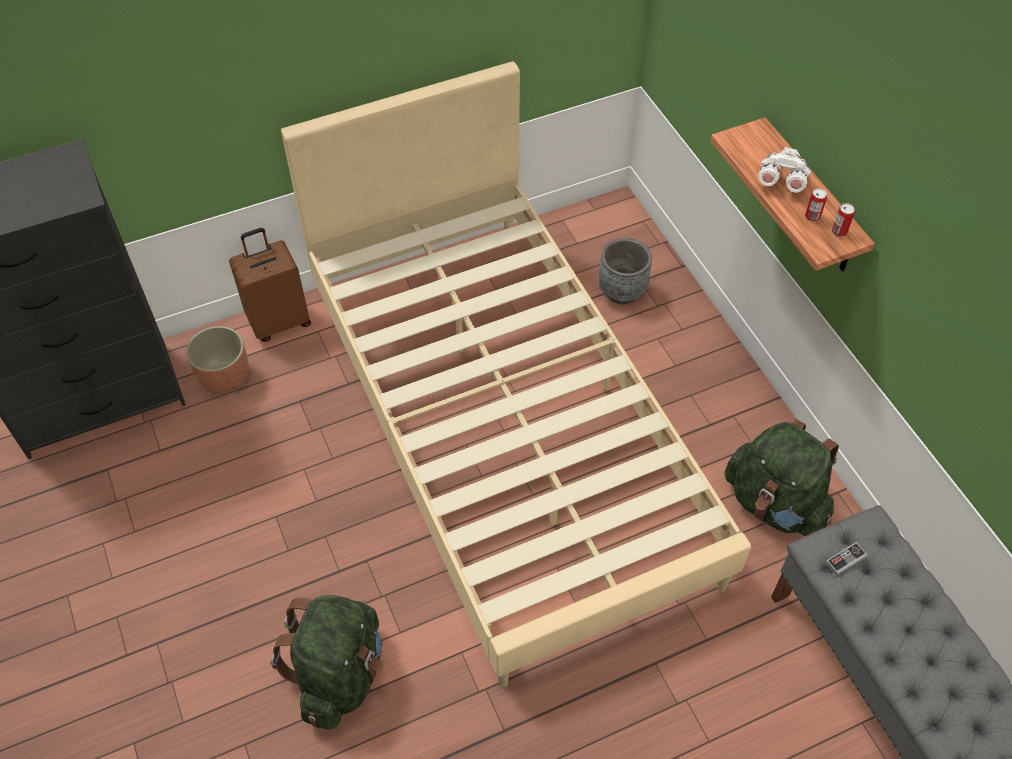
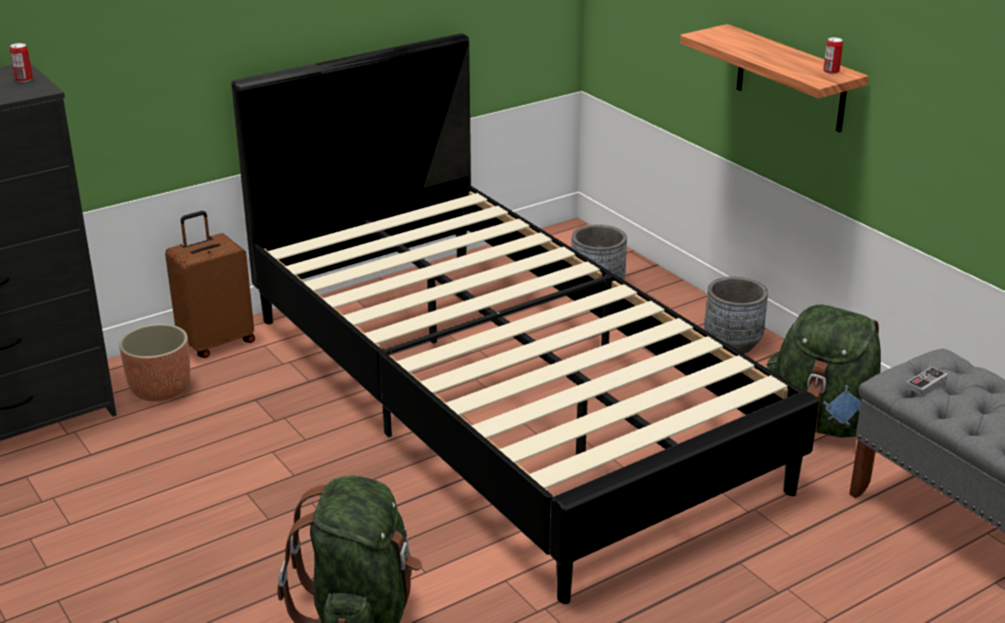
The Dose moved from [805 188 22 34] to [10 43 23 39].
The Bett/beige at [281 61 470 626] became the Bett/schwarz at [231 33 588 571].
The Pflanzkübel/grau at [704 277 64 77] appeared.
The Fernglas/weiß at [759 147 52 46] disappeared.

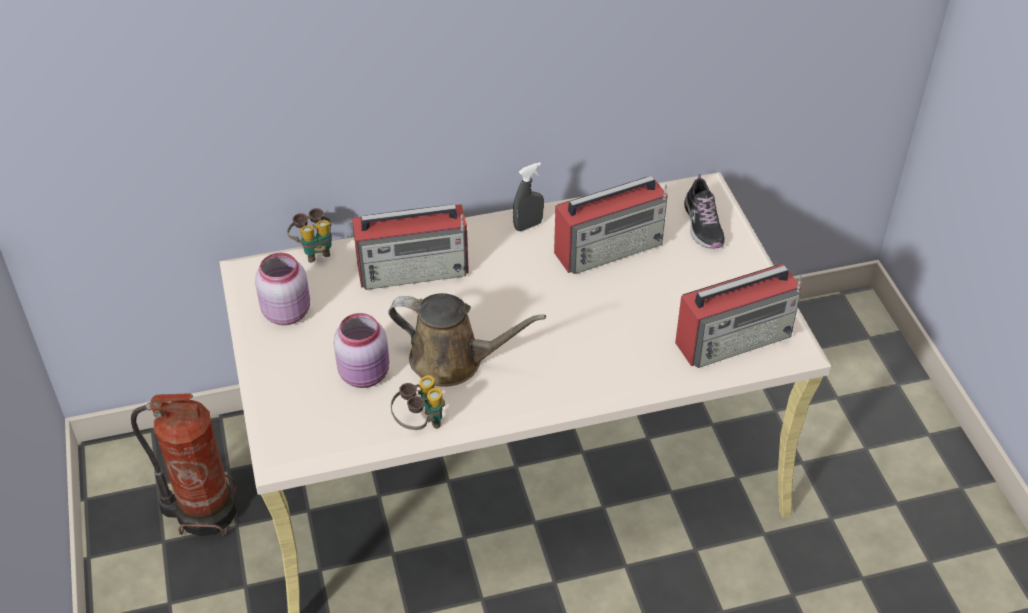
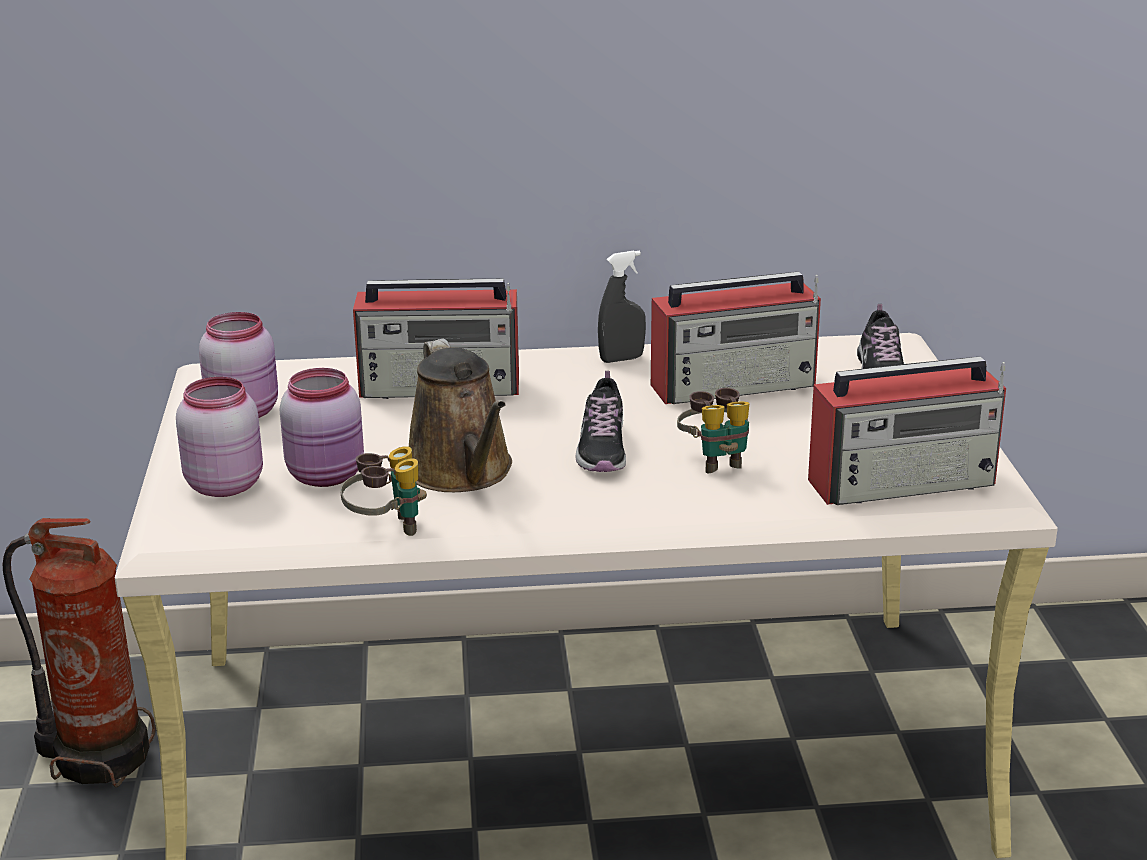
The Vorratsglas/rosa at [176 377 87 120] appeared.
The Gießkanne/braun at [388 293 158 94] turned 45 degrees clockwise.
The Schuh at [576 371 50 101] appeared.
The Fernglas moved from [287 208 45 55] to [677 388 73 85].

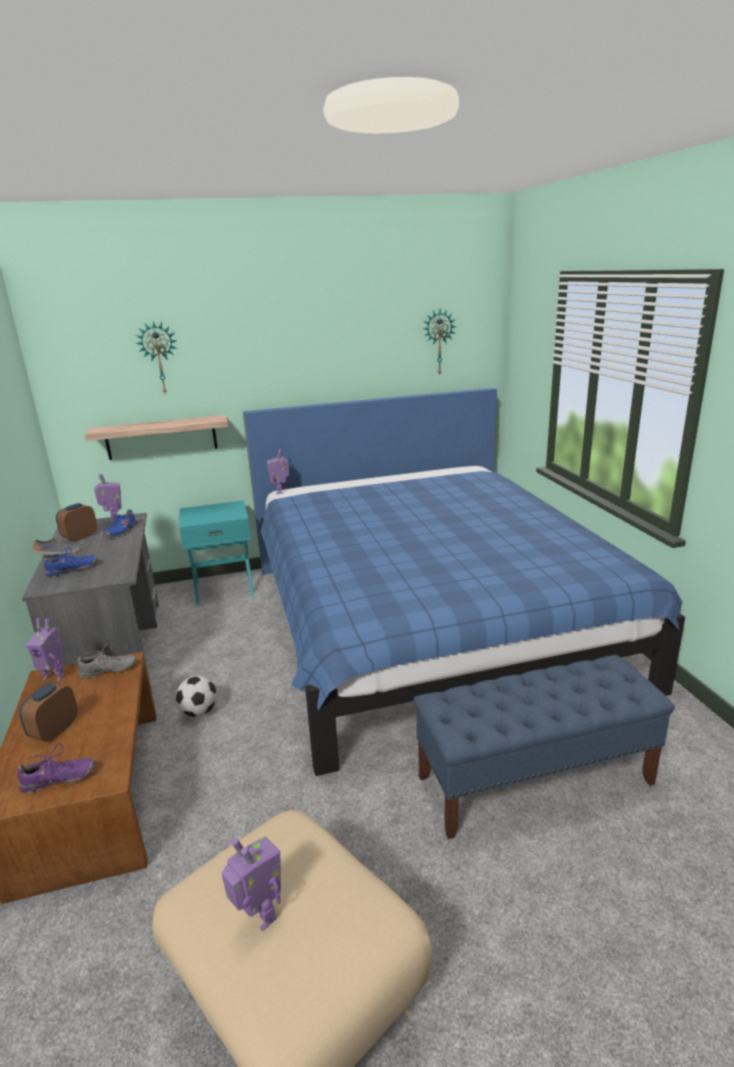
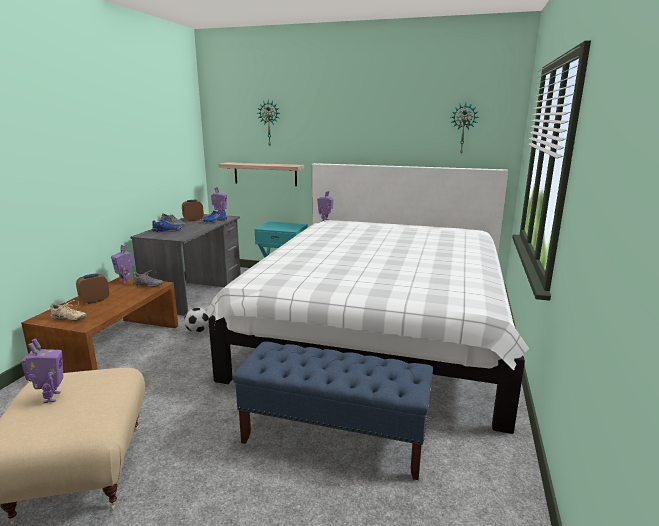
The Schuh/lila at [18 743 77 50] became the Schuh/beige at [50 300 37 22].
The Bett/blau at [243 388 442 388] became the Bett/weiß at [206 163 323 271].

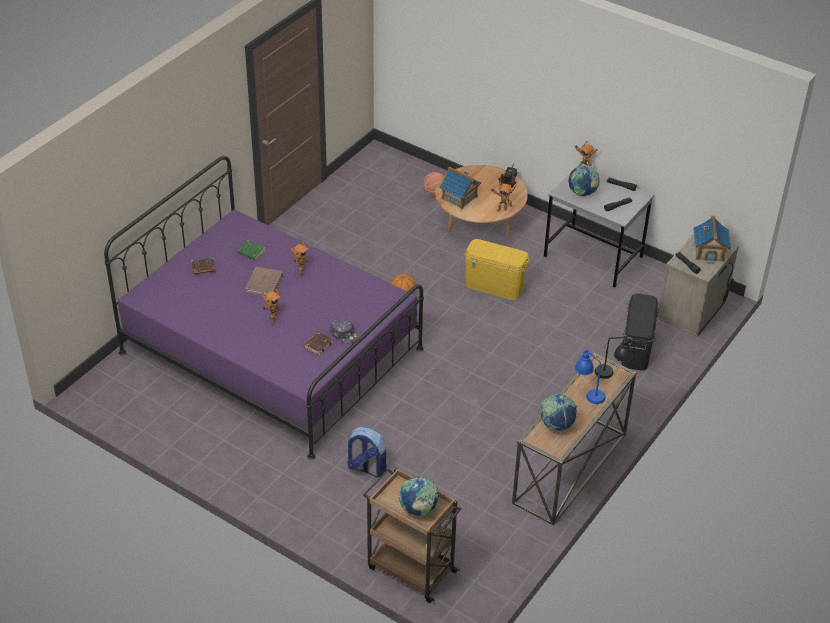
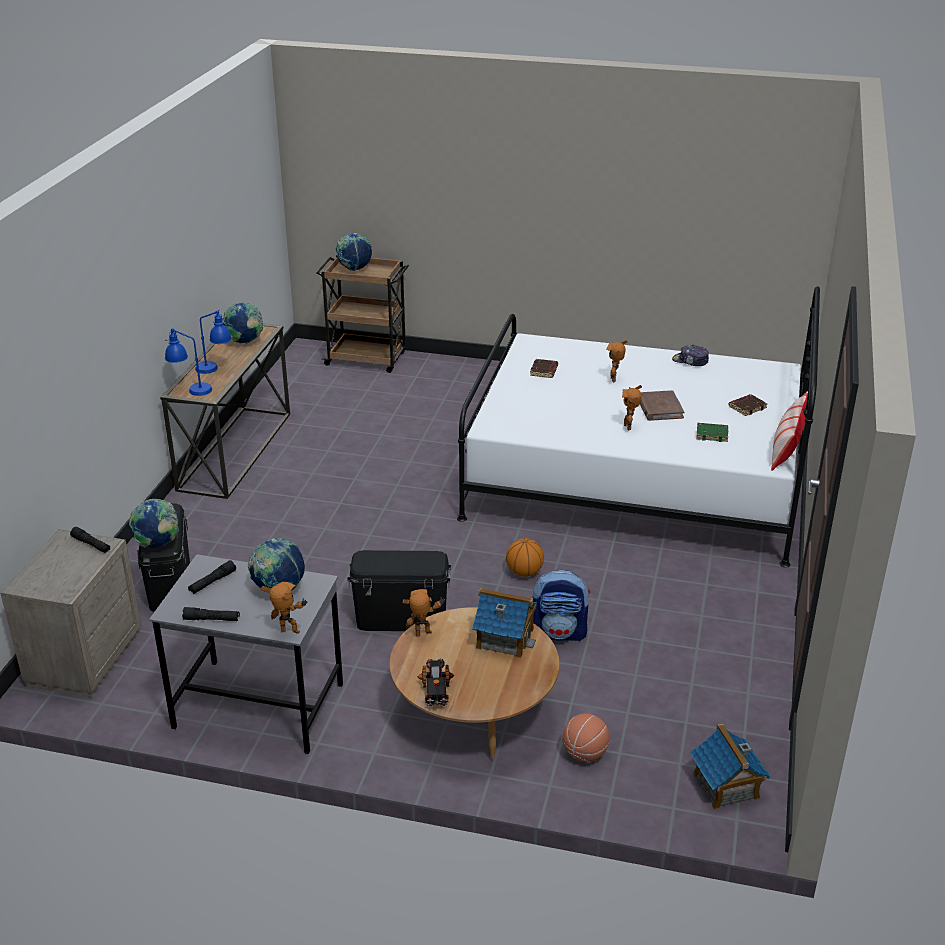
The Globus at [129 499 50 49] appeared.
The Tischlampe/schwarz at [595 335 38 44] became the Tischlampe/blau at [165 328 47 68].
The Aufbewahrungsbox/gelb at [464 239 66 61] became the Aufbewahrungsbox/schwarz at [347 550 104 81].
The Bett/lila at [104 156 320 304] became the Bett/weiß at [457 286 363 281].
The Rucksack moved from [347 427 39 51] to [533 570 57 71].
The Kappe moved from [329 318 29 25] to [672 345 37 21].
The Spielzeughaus moved from [693 216 38 48] to [690 724 81 85].
The Kissen at [771 391 37 80] appeared.

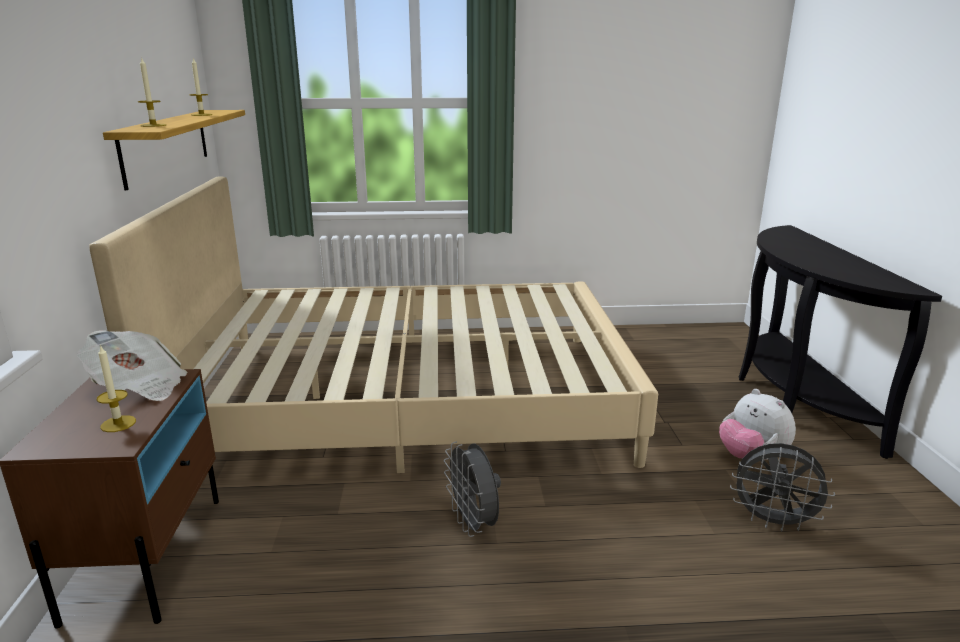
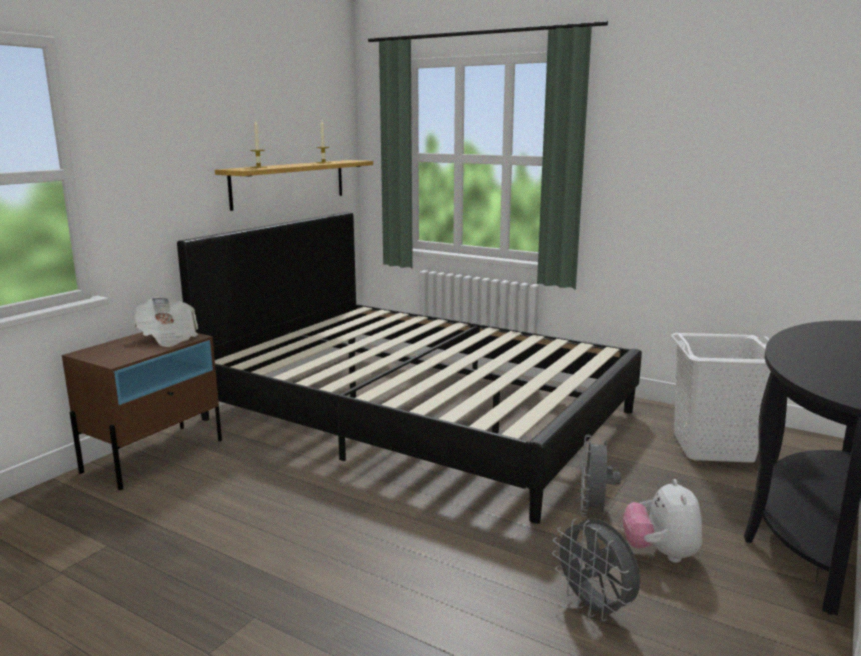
The Bett/beige at [89 176 569 297] became the Bett/schwarz at [177 212 465 312].
The Ventilator/grau moved from [444 441 57 96] to [581 435 40 82].
The Wäschekorb/weiß at [671 333 100 130] appeared.
The Kerze at [97 345 39 87] disappeared.

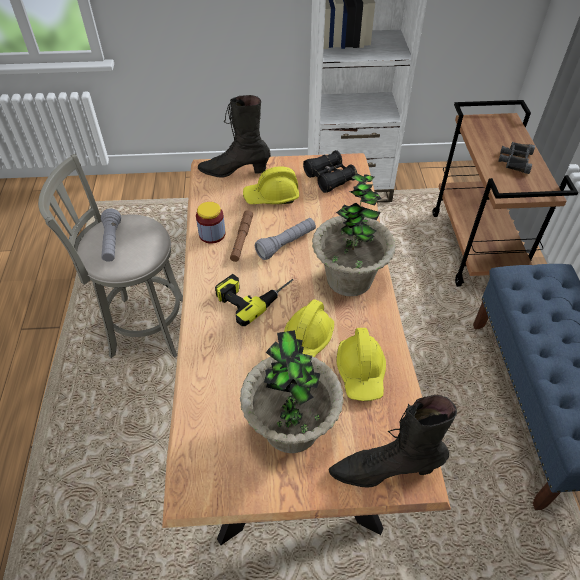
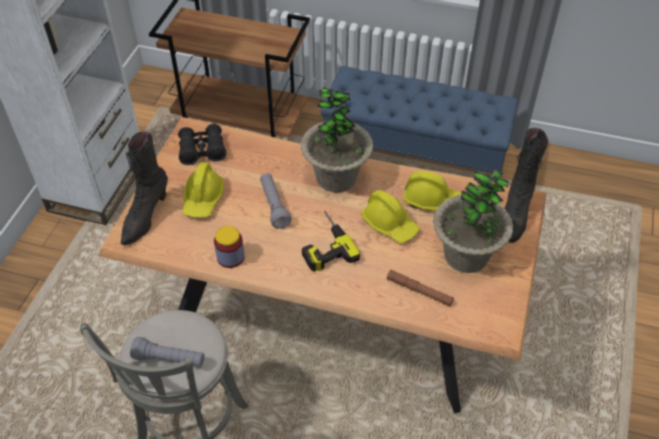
The Taschenlampe/braun moved from [230 210 23 52] to [387 270 67 37].
The Fernglas/schwarz at [498 142 37 32] disappeared.

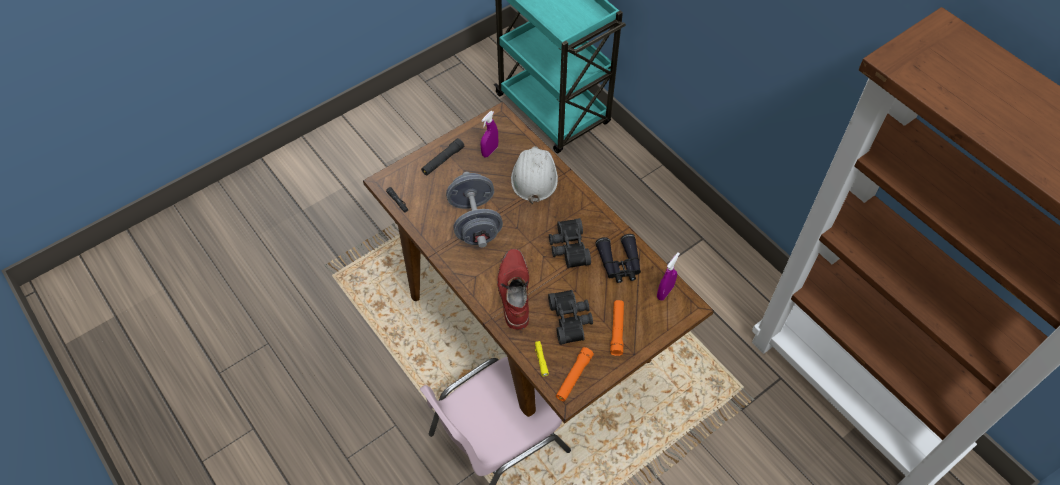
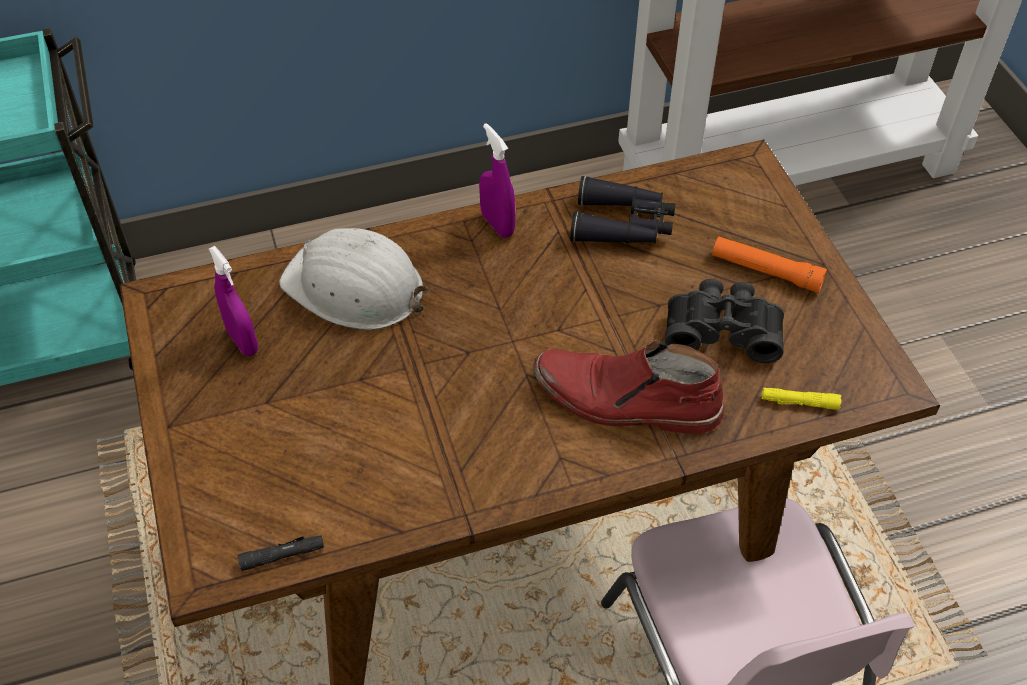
The Sprühflasche/lila moved from [657 252 23 48] to [479 123 37 115].
The Taschenlampe/schwarz at [421 138 43 37] disappeared.
The Hantel/grau at [446 172 57 76] disappeared.
The Fernglas/schwarz at [549 218 42 50] disappeared.
The Taschenlampe/orange at [556 347 38 55] disappeared.

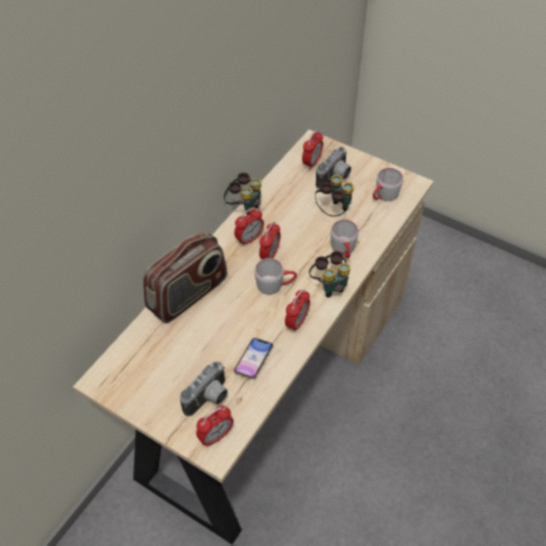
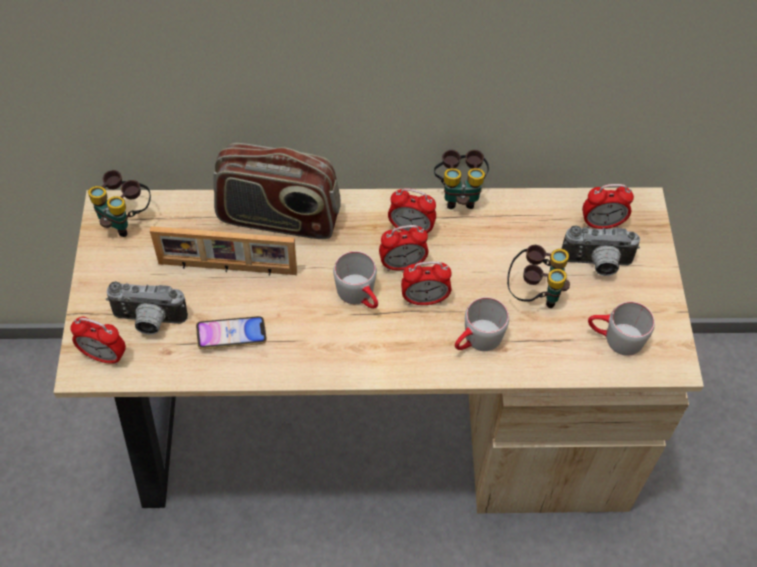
The Fernglas moved from [309 251 42 47] to [88 170 63 67].
The Bilderrahmen at [150 226 147 50] appeared.
The Wecker moved from [285 289 25 43] to [401 261 51 44].

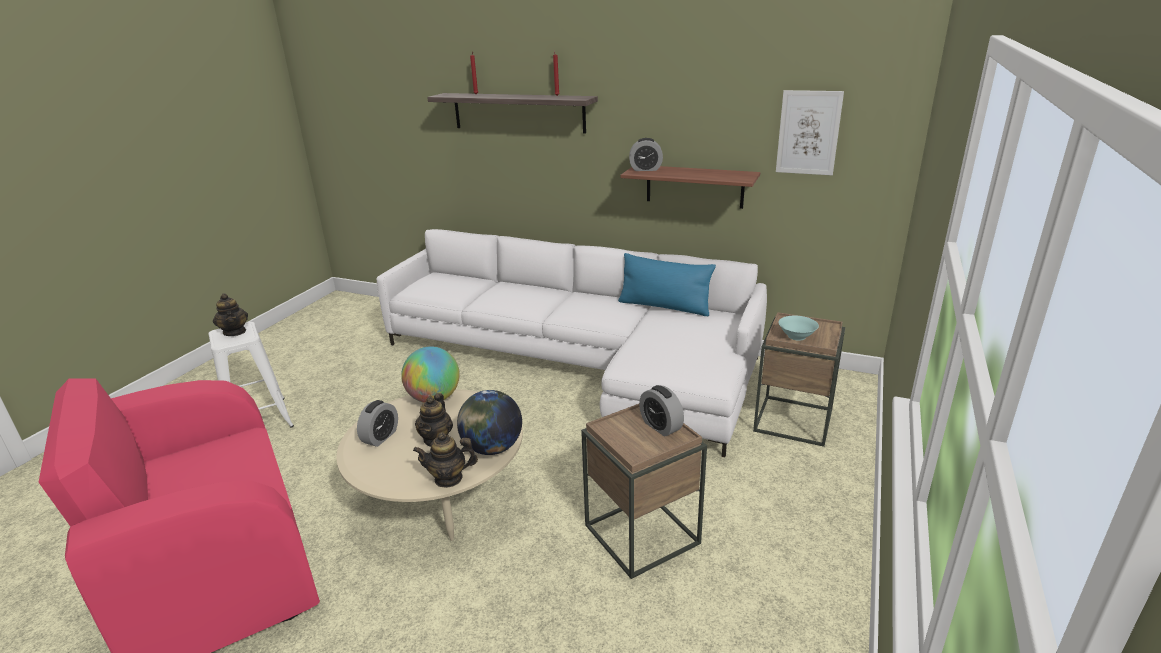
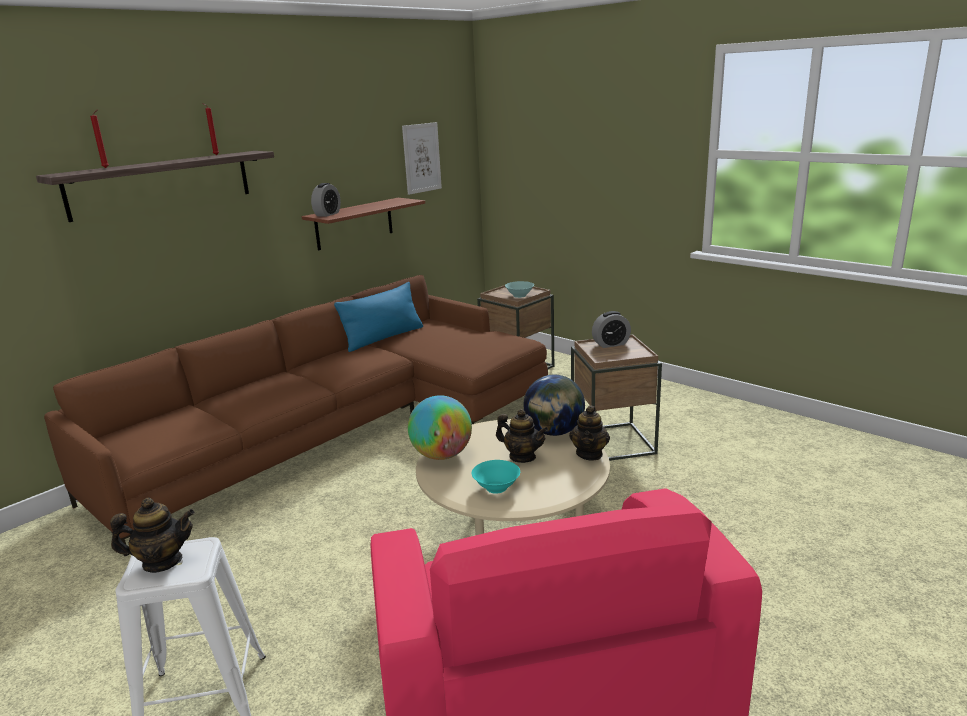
The Sofa/weiß at [377 229 390 228] became the Sofa/braun at [44 275 504 281].
The Wecker at [357 400 41 47] was replaced by the Schüssel/türkis at [472 460 48 34].

